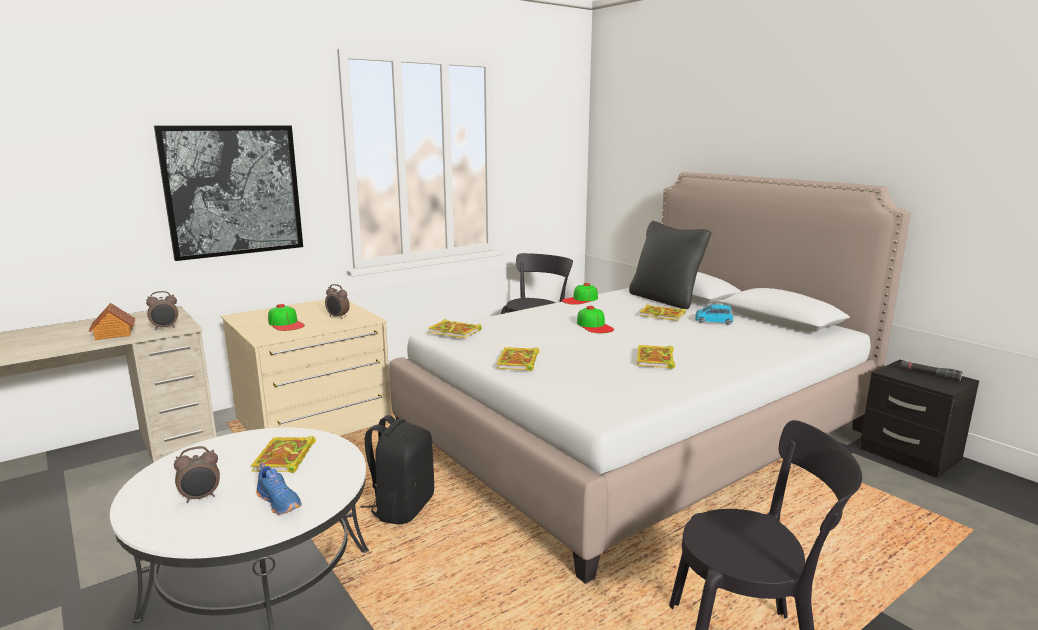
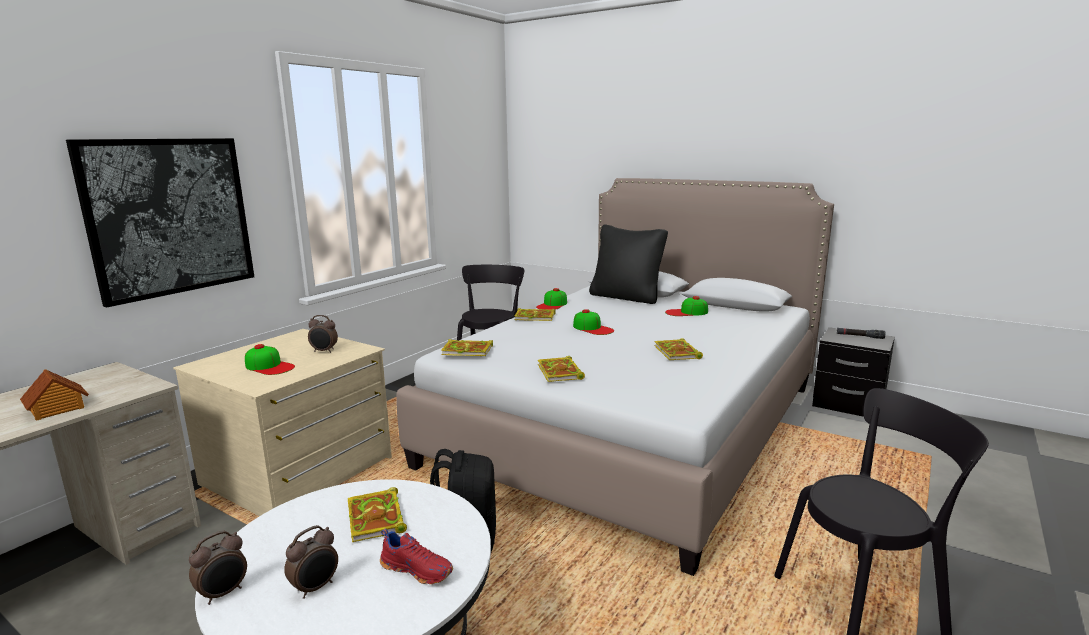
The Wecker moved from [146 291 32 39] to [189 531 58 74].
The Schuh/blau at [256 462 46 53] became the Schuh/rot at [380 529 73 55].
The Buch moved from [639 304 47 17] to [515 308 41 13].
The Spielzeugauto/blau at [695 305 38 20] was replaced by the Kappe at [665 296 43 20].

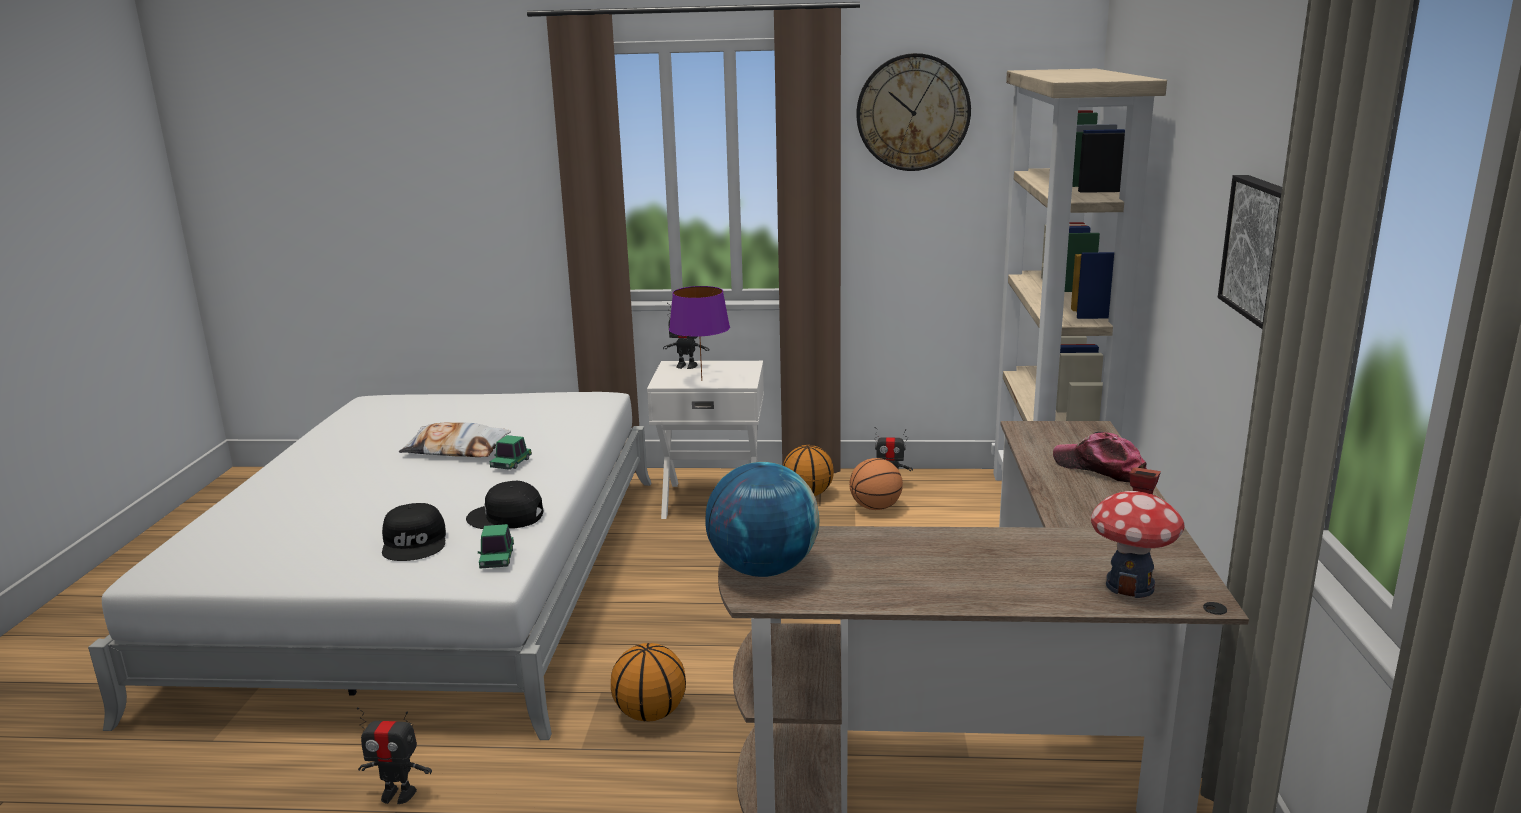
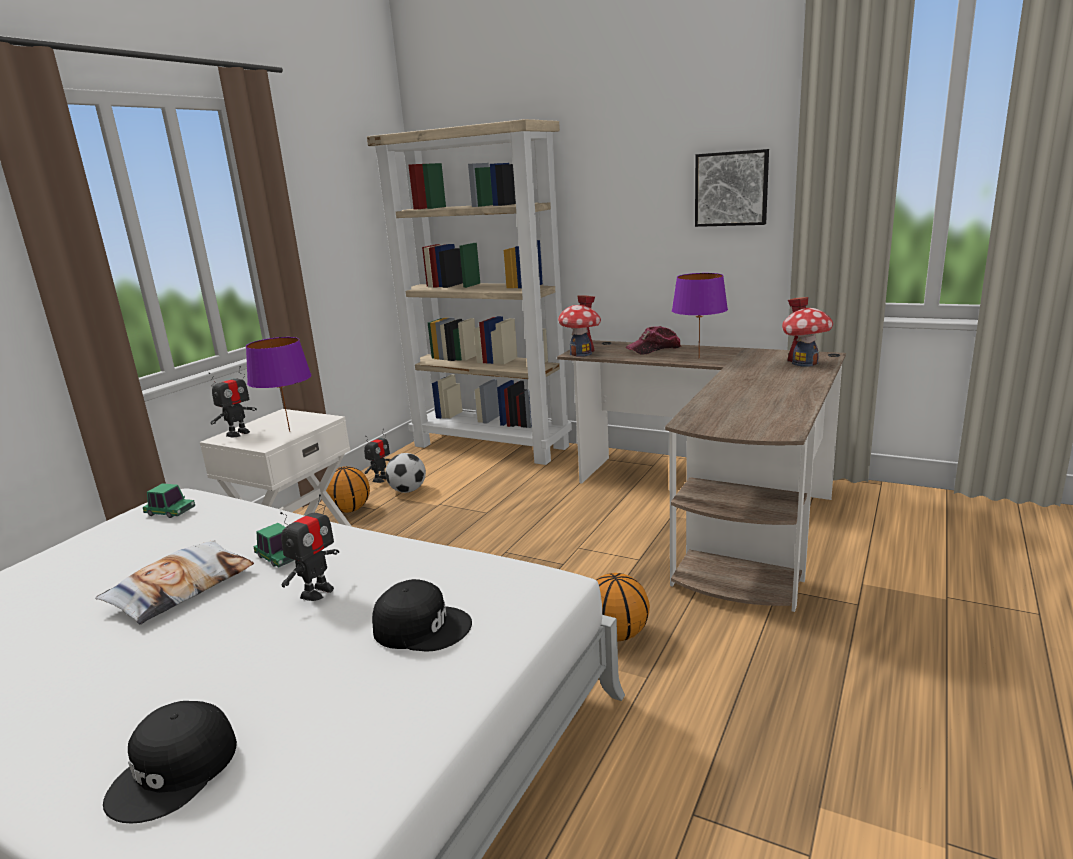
The Kappe/schwarz moved from [466 481 77 48] to [103 701 134 122].
The Spielzeugauto moved from [478 524 36 45] to [143 483 52 35].
The Spielzeugroboter moved from [357 707 75 97] to [280 494 59 107].
The Basketball at [850 458 53 52] was replaced by the Fußball at [385 453 41 40].
The Spielzeughaus at [558 296 43 61] appeared.
The Tischlampe/lila at [672 273 56 82] appeared.
The Globus at [705 462 115 115] disappeared.
The Wanduhr at [856 53 115 118] disappeared.

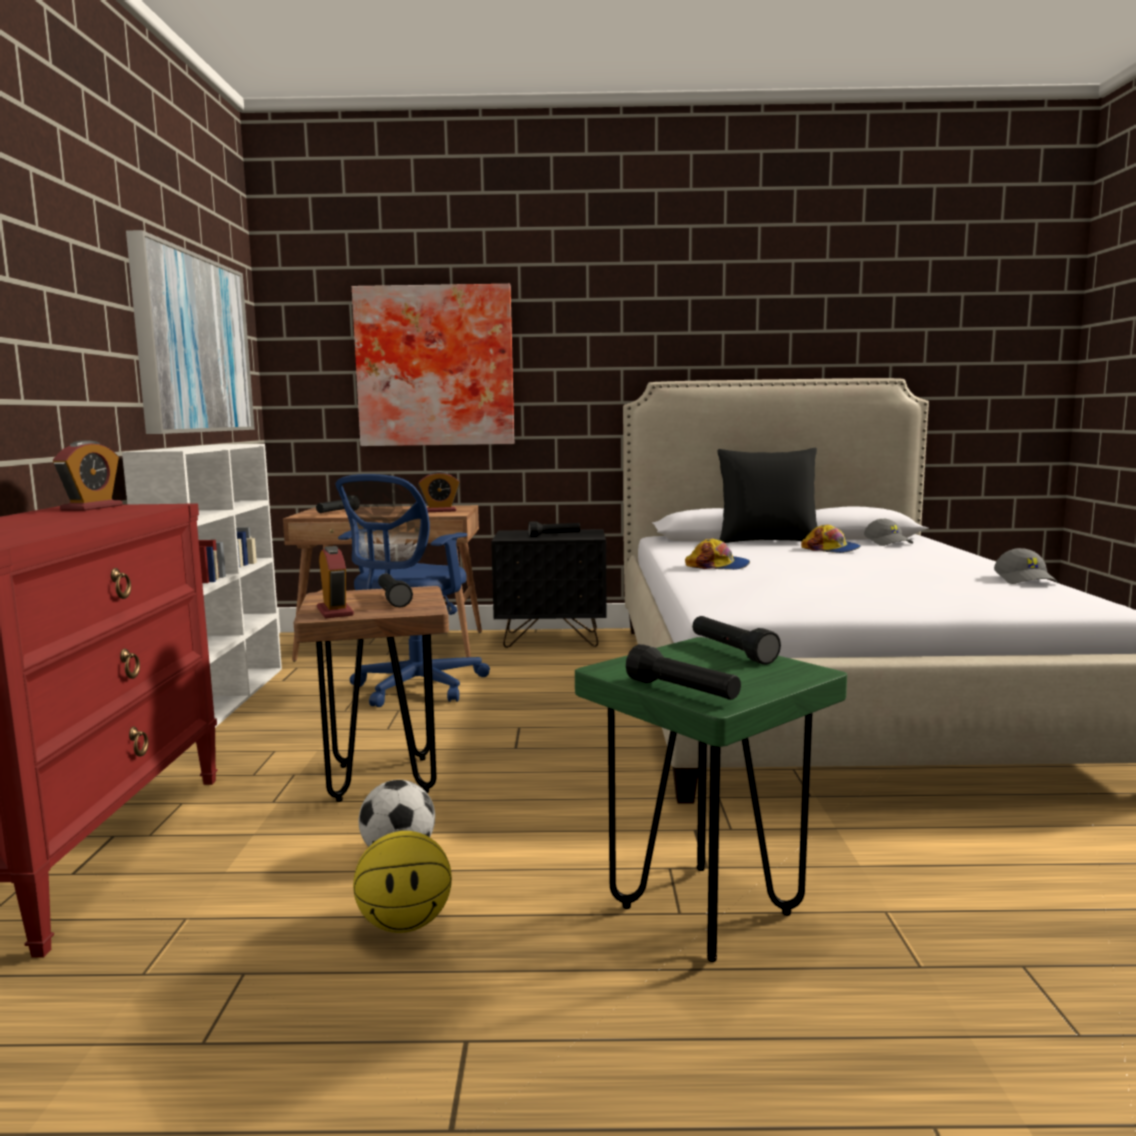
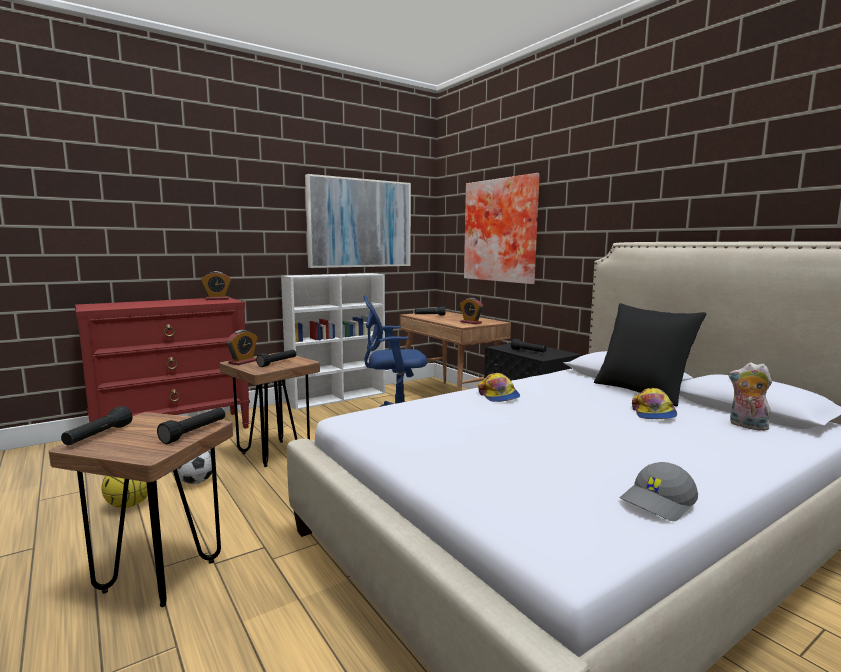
The Hocker/grün at [575 637 272 325] became the Hocker/braun at [49 412 184 195].
The Kappe/grau at [864 519 49 27] was replaced by the Plüschtier at [729 362 43 69].

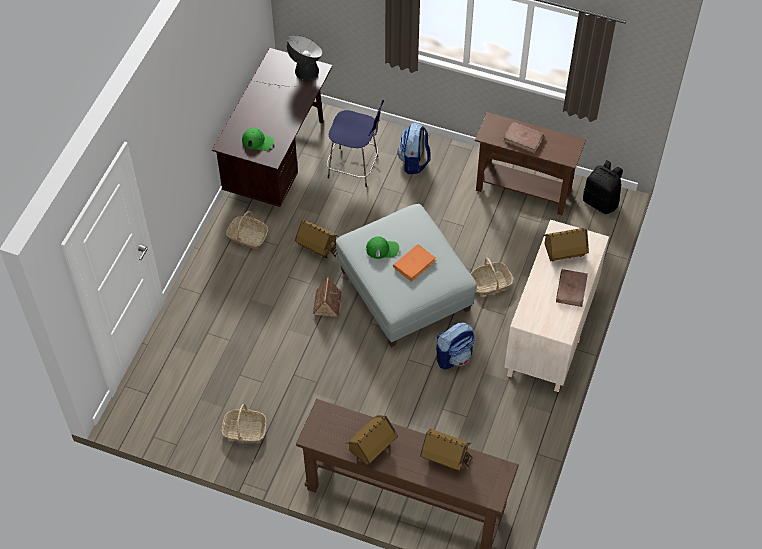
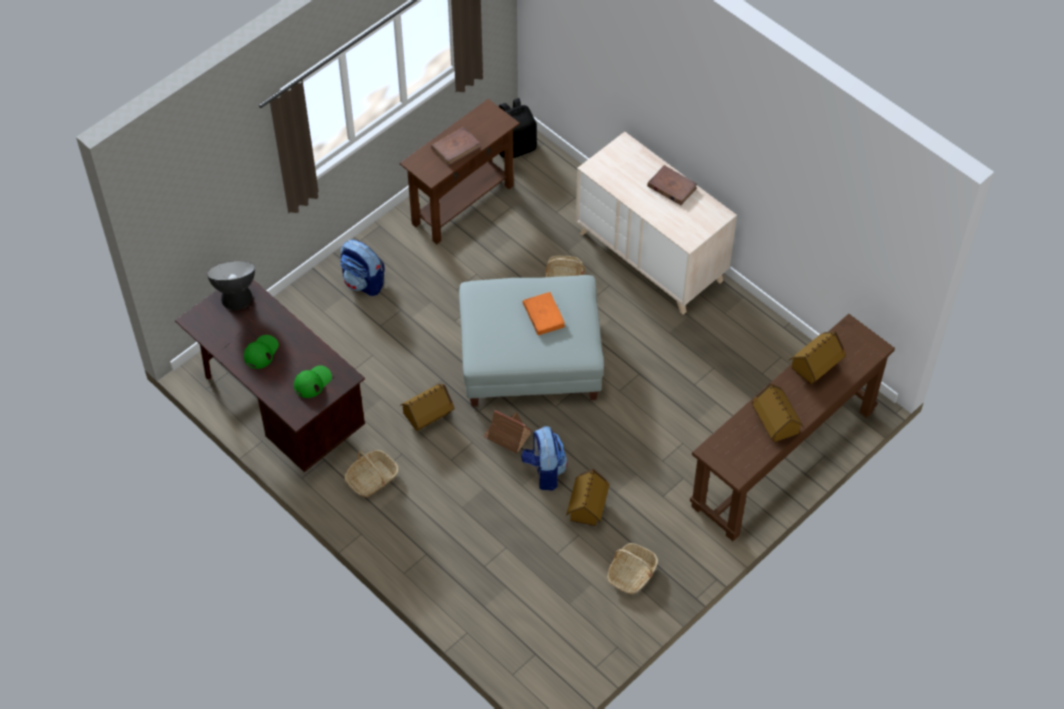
The Kappe/grün moved from [366 236 33 23] to [244 335 35 34].
The Rucksack moved from [436 322 38 48] to [521 426 47 65].
The Spielzeughaus moved from [544 228 45 33] to [566 469 43 57].
The Hocker/blau at [327 100 57 87] disappeared.

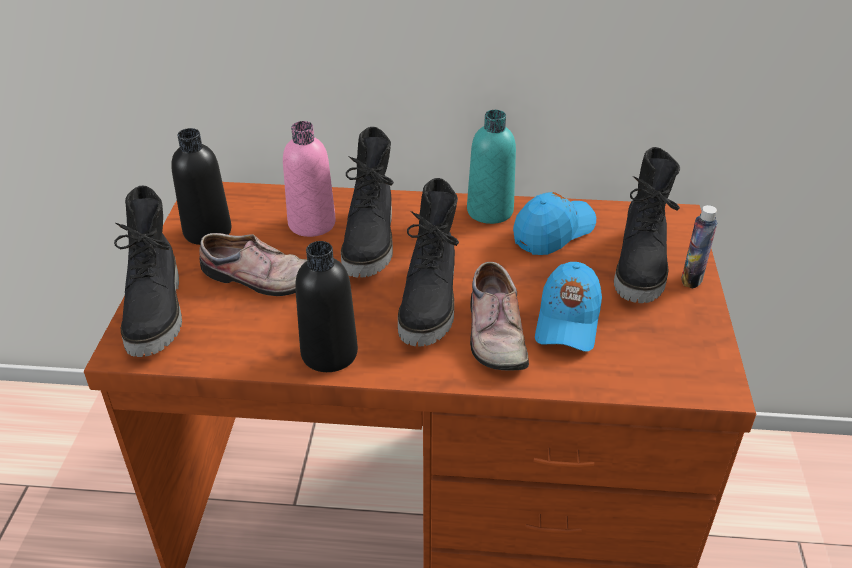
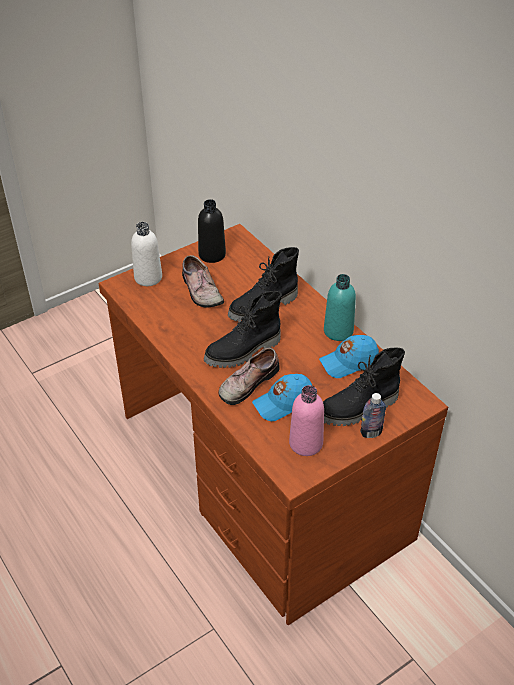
The Stiefel/schwarz at [114 186 68 171] was replaced by the Flasche/weiß at [131 222 31 64].
The Flasche/rosa moved from [283 121 53 116] to [289 385 35 71].
The Kappe/blau at [513 192 83 63] turned 150 degrees clockwise.
The Flasche/schwarz at [295 241 63 131] disappeared.

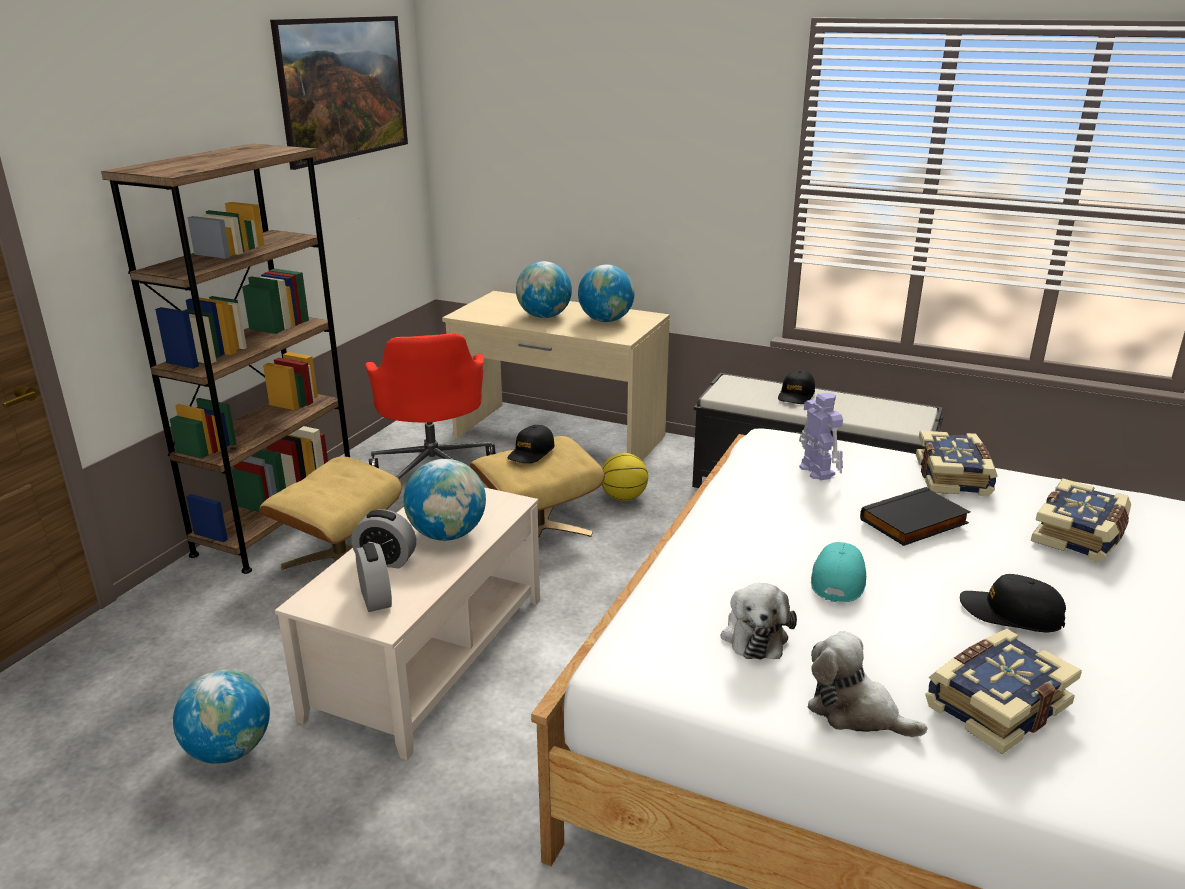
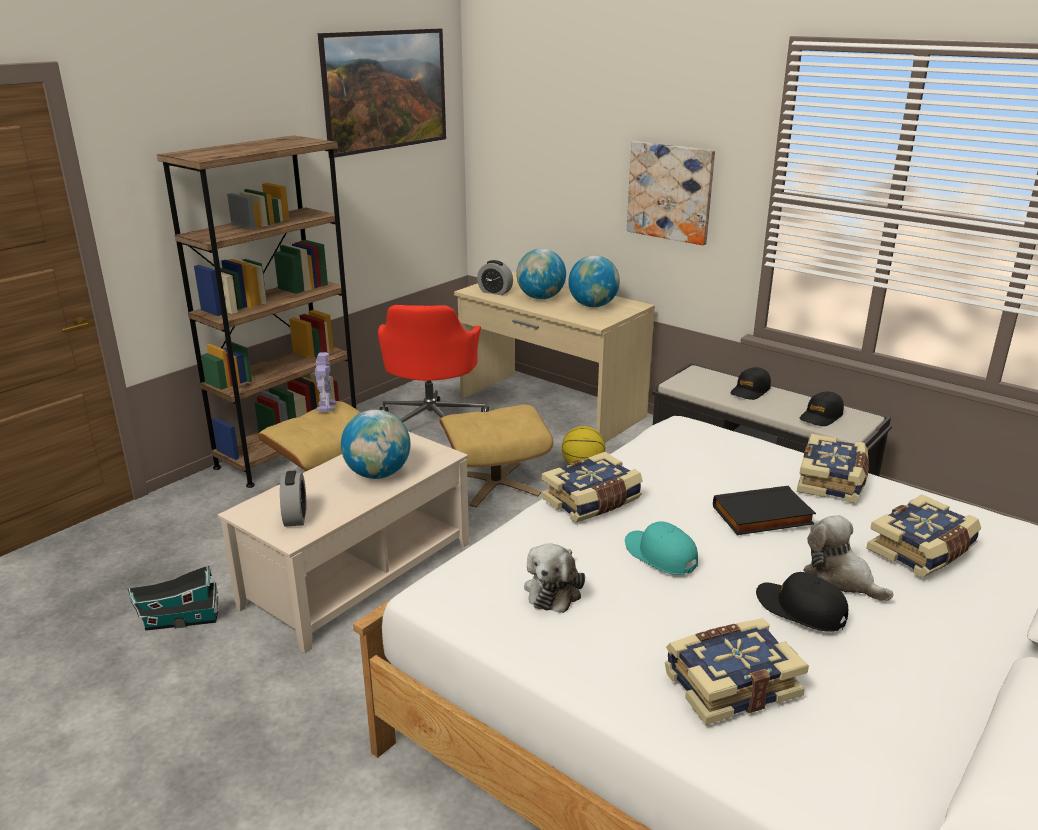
The Globus at [173 669 97 95] was replaced by the Spielzeughaus at [127 565 92 66].
The Spielzeugroboter moved from [799 393 44 87] to [315 352 22 60].
The Wecker moved from [351 510 65 59] to [477 260 36 35].
The Buch at [541 452 102 71] appeared.
The Kappe/türkis at [811 542 55 60] turned 75 degrees counterclockwise.
The Bild at [627 141 88 104] appeared.
The Kappe/schwarz moved from [507 425 48 38] to [800 391 44 35].
The Plüschtier moved from [807 631 120 106] to [803 515 90 86].

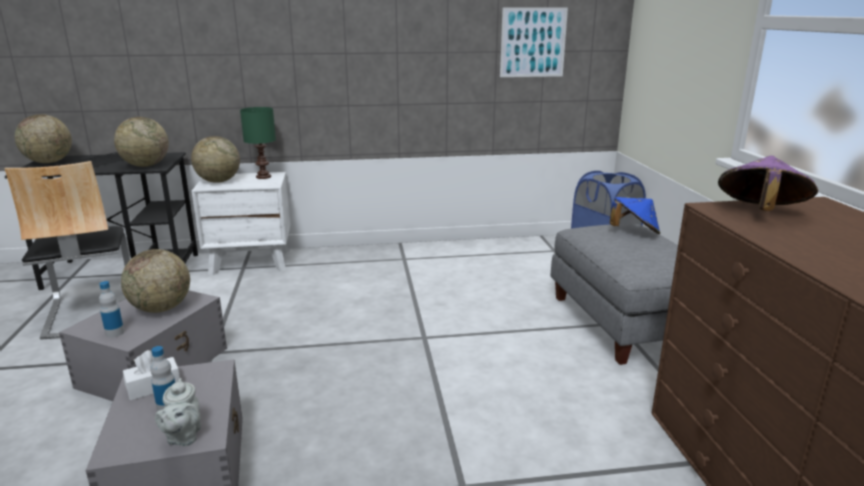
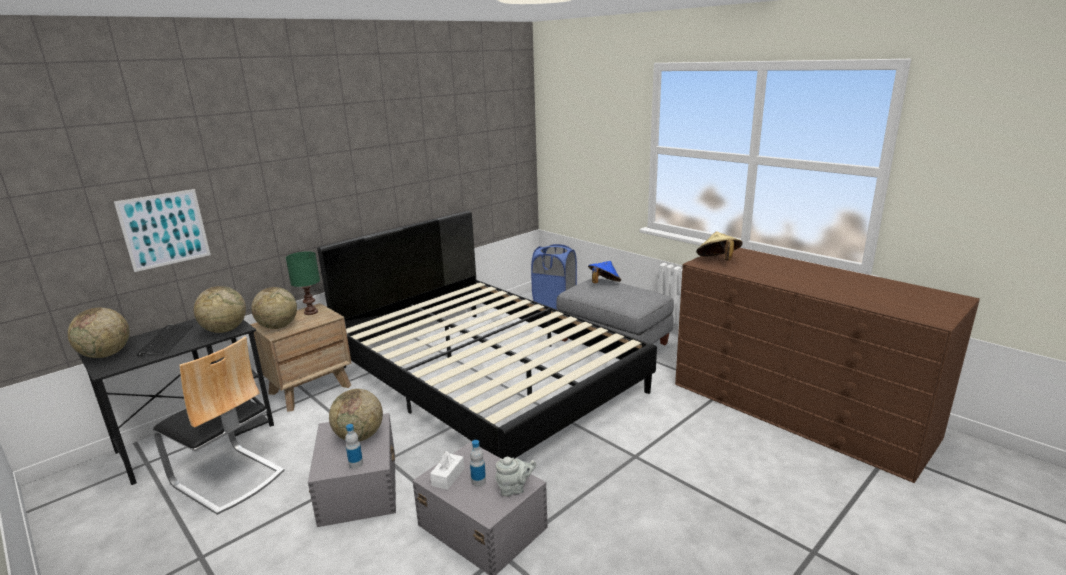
The Bild moved from [500 7 68 70] to [114 189 97 83].
The Nachttisch/weiß at [192 172 99 103] became the Nachttisch/braun at [250 303 101 109].
The Bett/schwarz at [317 211 340 248] appeared.
The Teekanne/grau at [155 378 46 68] turned 60 degrees counterclockwise.
The Hut/lila at [718 156 100 55] became the Hut/beige at [696 232 46 29].

